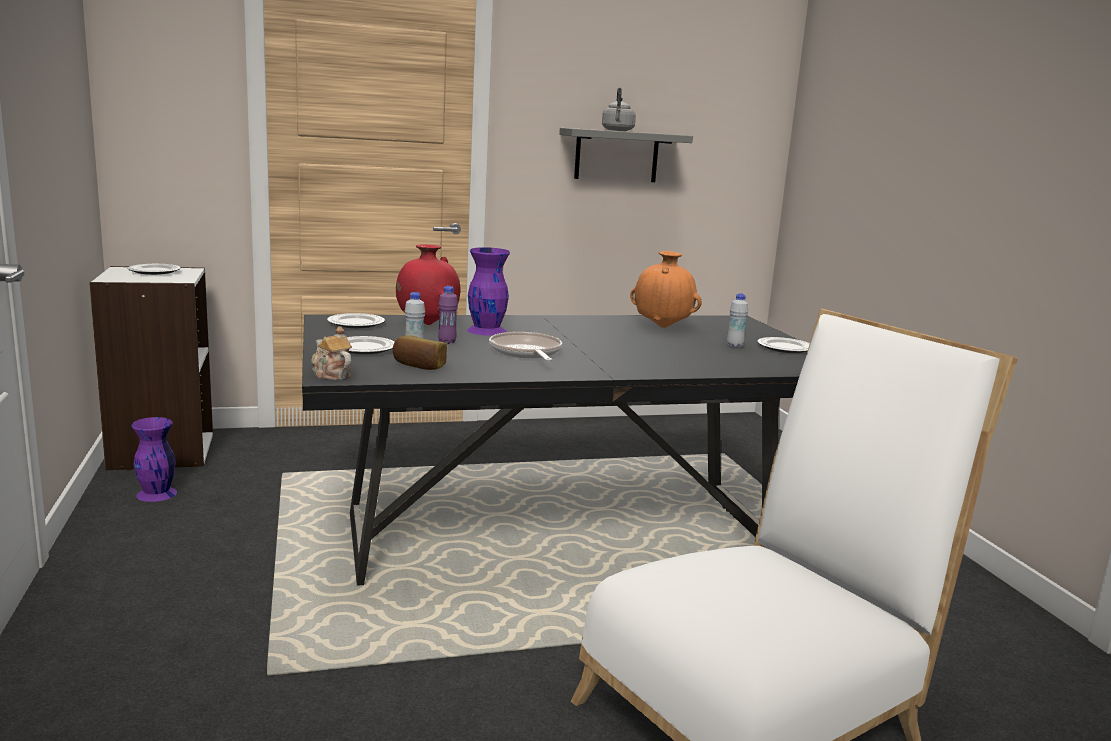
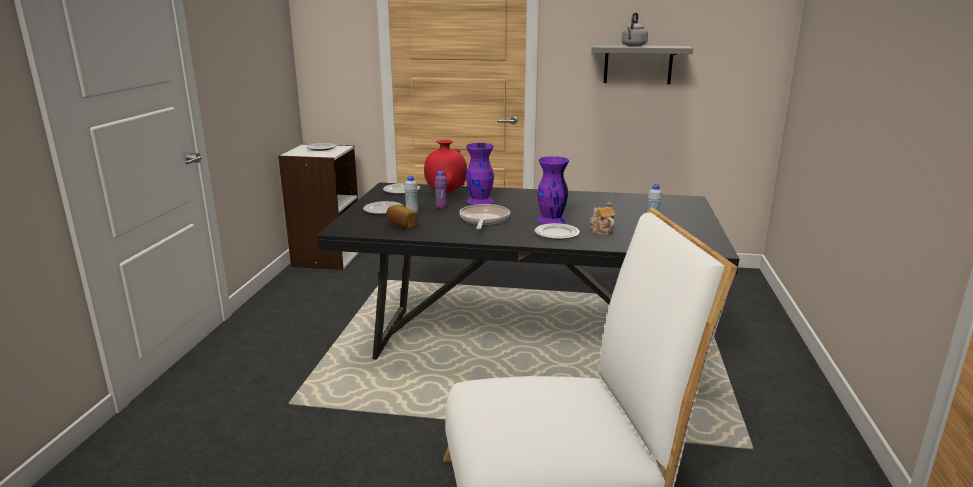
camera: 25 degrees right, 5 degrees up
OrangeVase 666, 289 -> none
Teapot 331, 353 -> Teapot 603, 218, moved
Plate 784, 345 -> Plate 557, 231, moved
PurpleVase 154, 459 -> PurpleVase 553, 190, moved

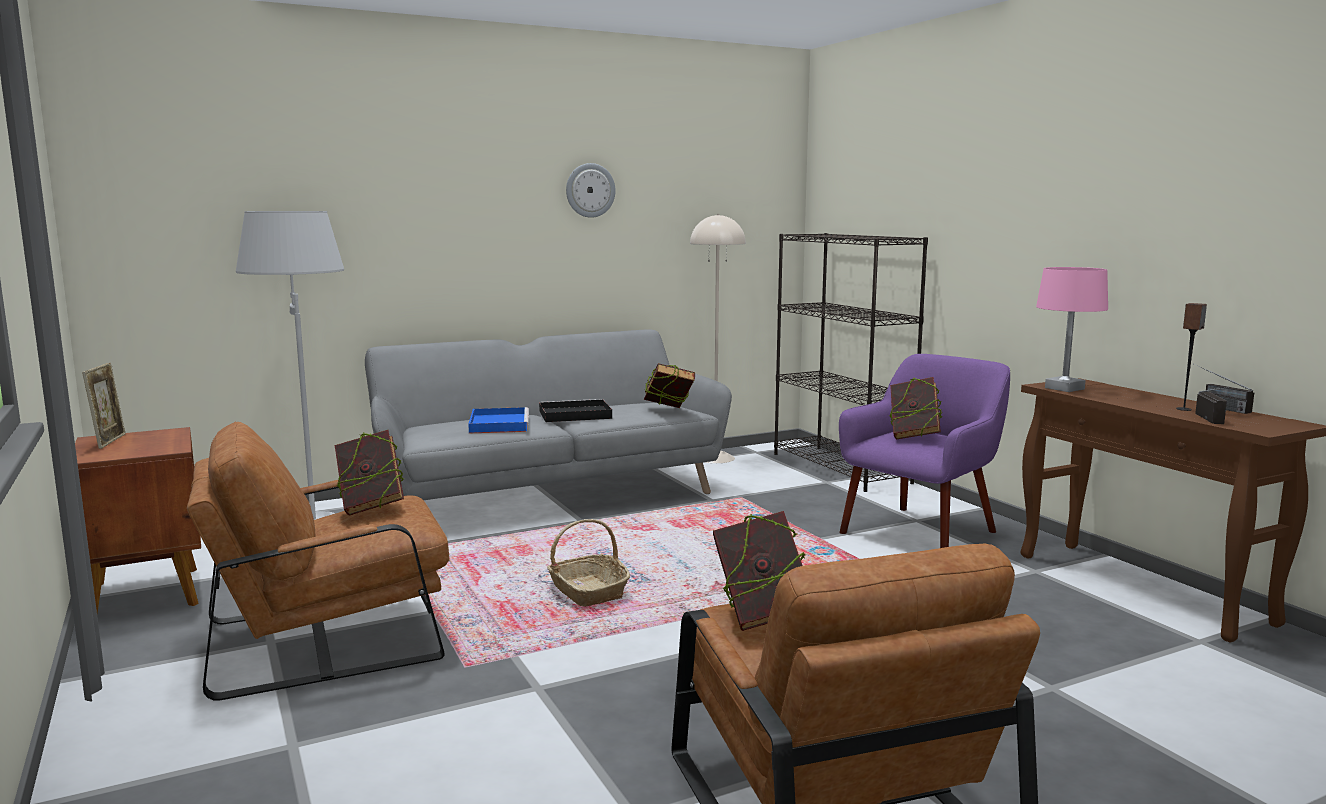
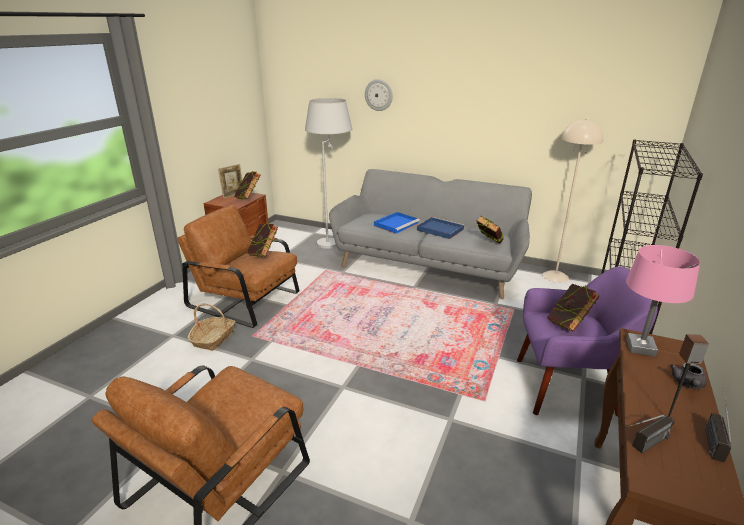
camera: 50 degrees right, 15 degrees up
WallClock 590, 190 -> WallClock 379, 95, moved
BlackTray 575, 410 -> BlueTray 441, 228
Book 760, 571 -> Book 247, 185, moved
Basket 588, 563 -> Basket 212, 327, moved
none -> GreyTeapot 688, 376

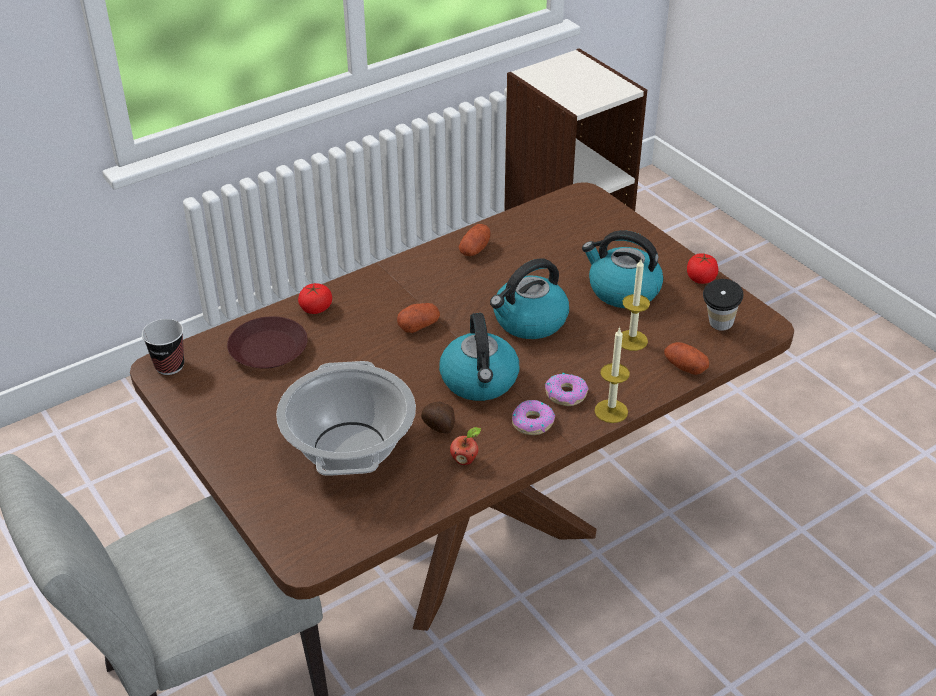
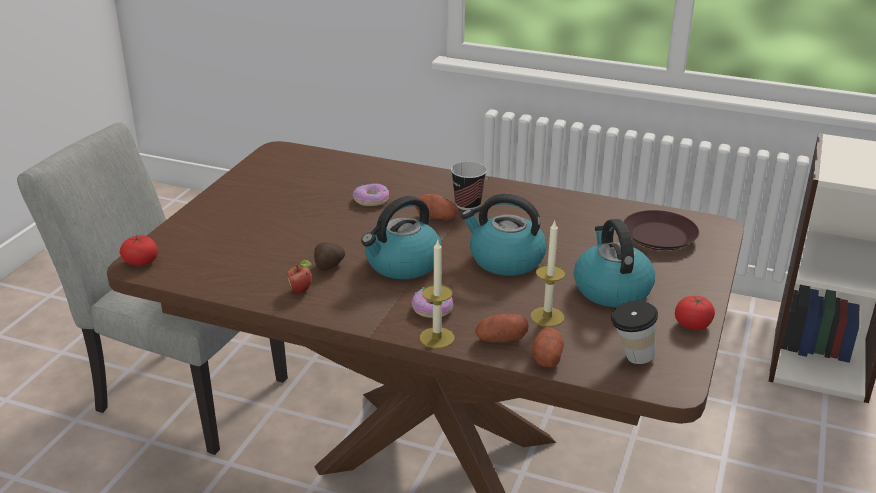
camera: 55 degrees right, 10 degrees down
Potato 474, 240 -> Potato 502, 328, moved
Tomato 315, 298 -> Tomato 139, 250, moved
BrownPlate 267, 342 -> BrownPlate 661, 230, moved
Cup 163, 347 -> Cup 469, 186, moved
CookingPot 346, 418 -> none
Donut 533, 417 -> Donut 371, 194, moved

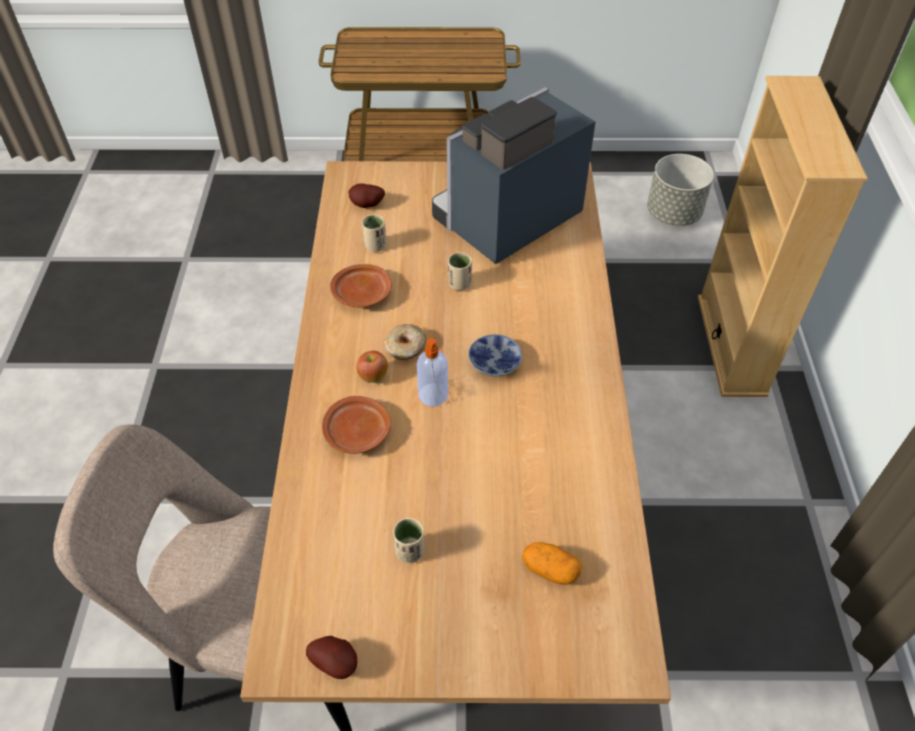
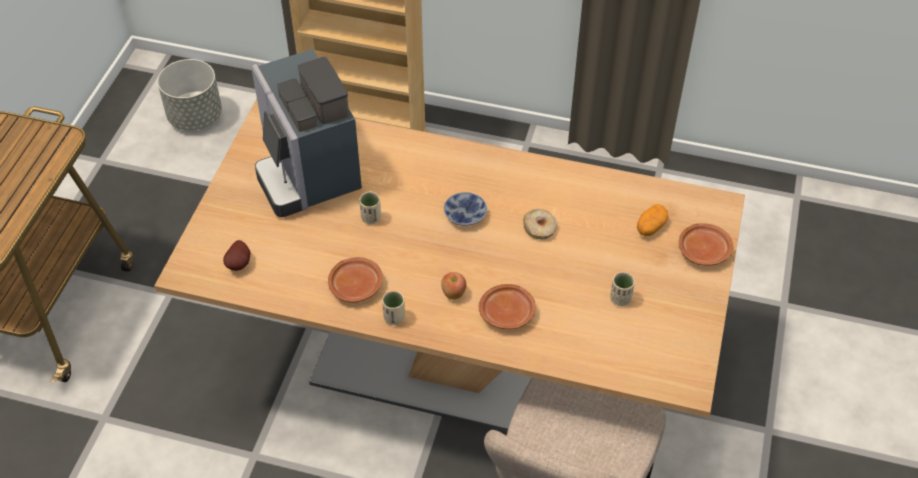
camera: 75 degrees left, 0 degrees up
BeigeCup 374, 233 -> BeigeCup 393, 308, moved
Donut 405, 342 -> Donut 540, 224, moved
SoapDispenser 432, 372 -> none
Potato 331, 657 -> none
none -> BrownPlate 706, 244

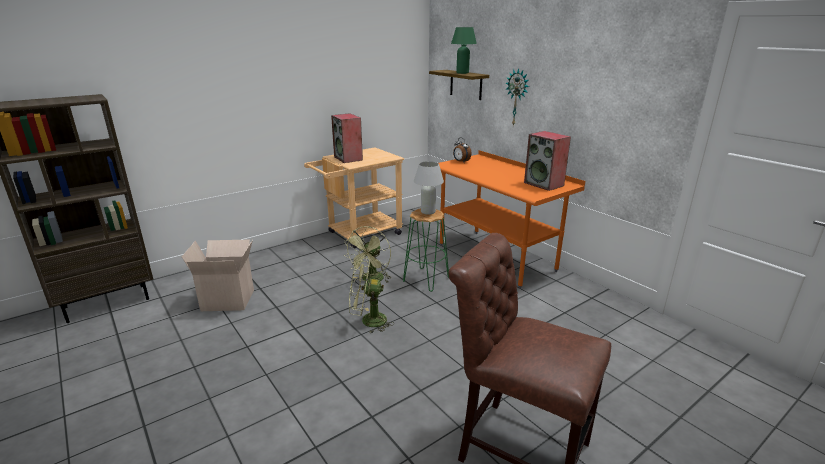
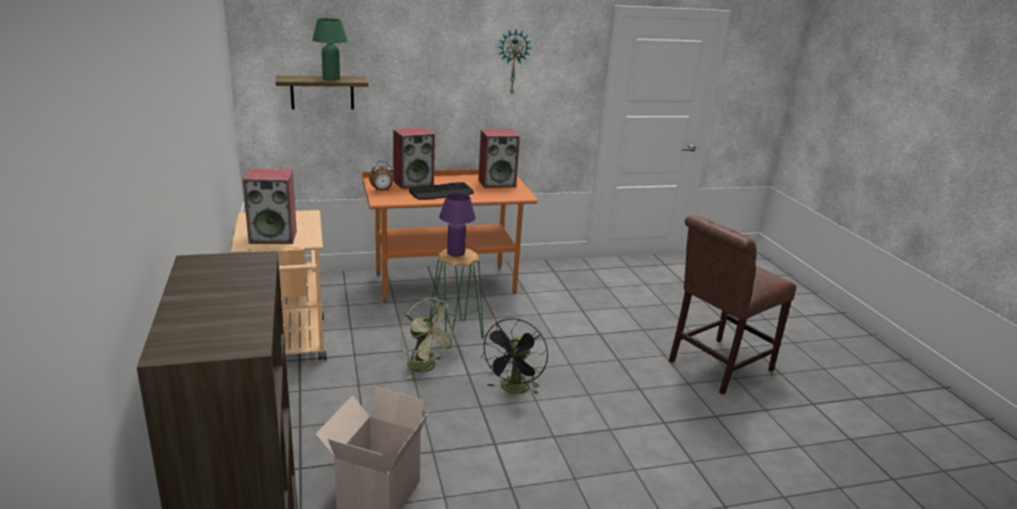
camera: 70 degrees left, 0 degrees up
WallClock 517, 97 -> WallClock 514, 61, moved
WhiteTableLamp 429, 188 -> PurpleTableLamp 457, 225
GreenFan 371, 296 -> BlackFan 514, 356
none -> Speaker 414, 158
none -> Keyboard 441, 191

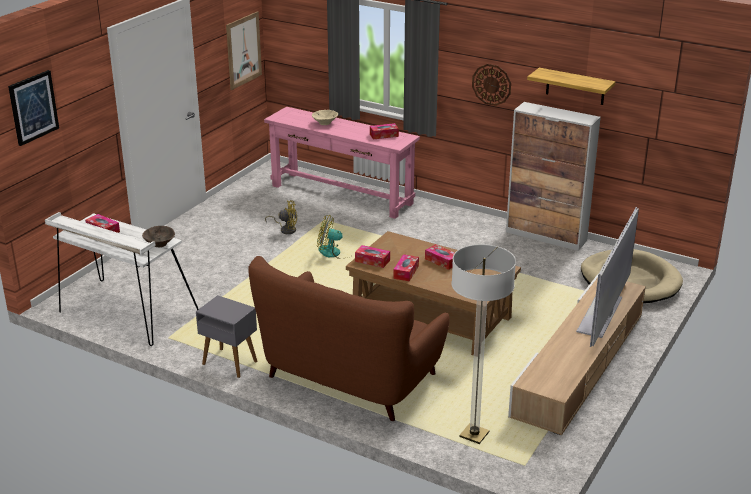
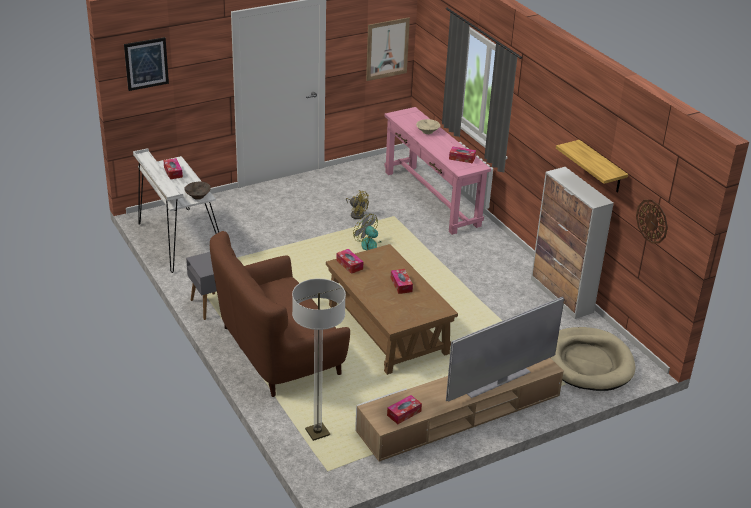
camera: 30 degrees right, 5 degrees up
WallClock 491, 85 -> WallClock 652, 222, moved
TissueBox 406, 267 -> TissueBox 404, 409, moved

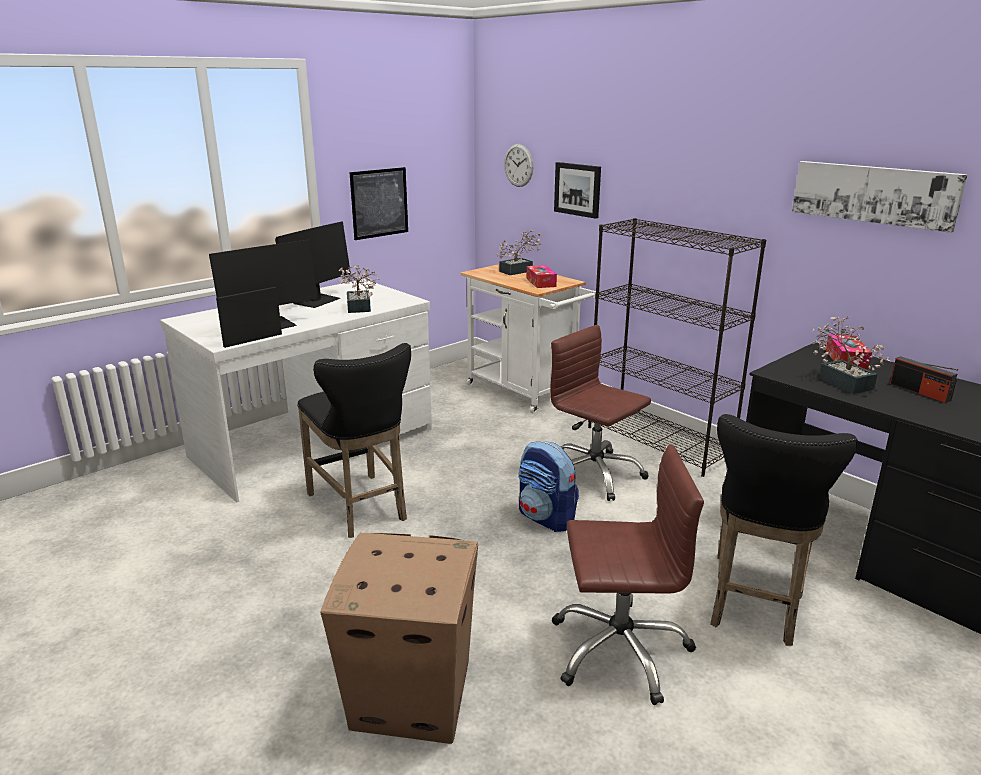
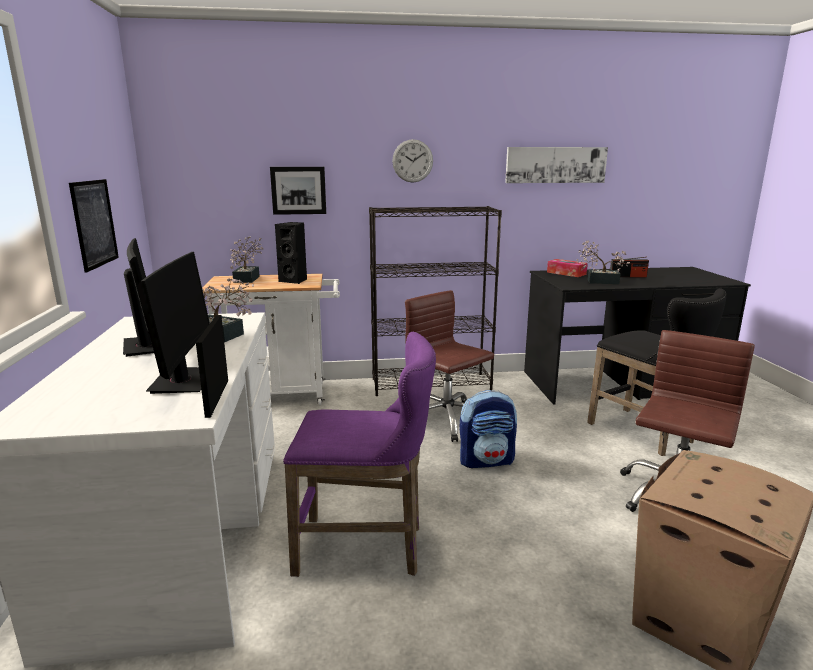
camera: 55 degrees left, 5 degrees down
WallClock 518, 165 -> WallClock 412, 160, moved
TissueBox 542, 276 -> BlackSpeaker 291, 253
BrownOfficeChair 600, 413 -> BrownOfficeChair 449, 366, 60 degrees clockwise
BlackStool 354, 440 -> PurpleStool 359, 454

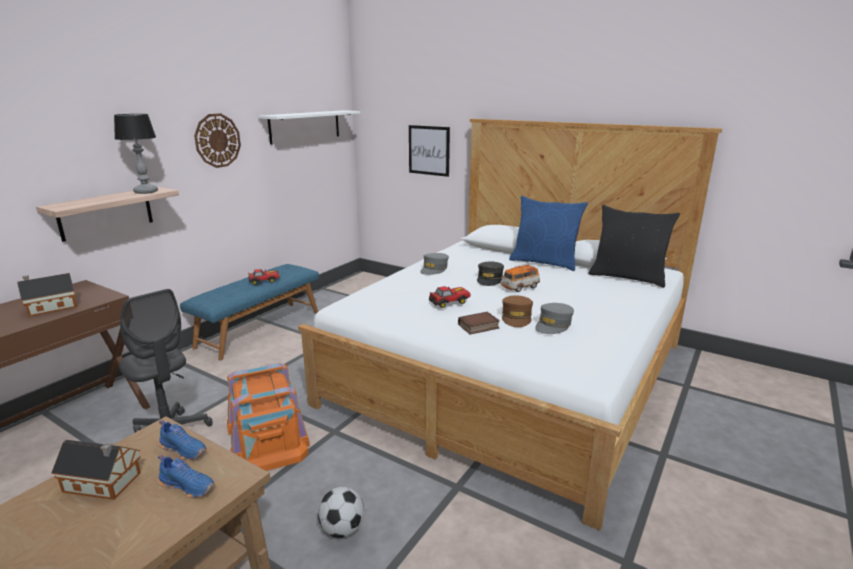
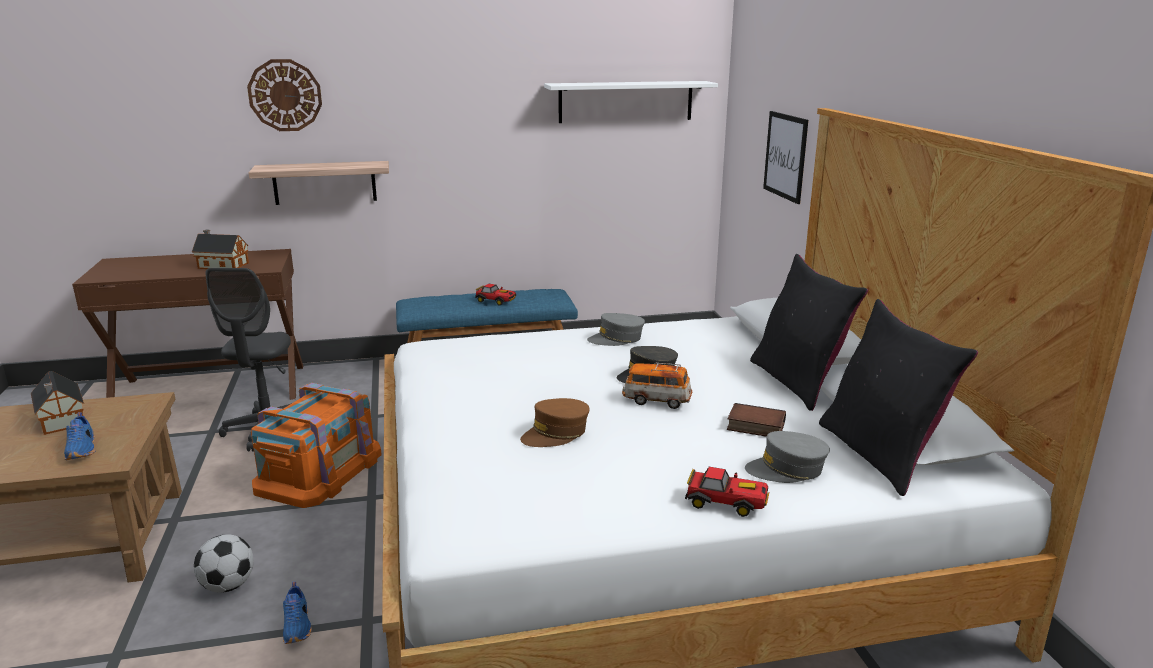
camera: 45 degrees right, 0 degrees up
WallClock 217, 140 -> WallClock 284, 95, moved
TableLamp 136, 154 -> none
BluePillow 548, 233 -> BlackPillow 809, 332
ToyCar 450, 297 -> ToyCar 727, 492, moved
GreyCap 554, 318 -> GreyCap 787, 457, moved
Book 479, 323 -> Book 756, 420, moved
BlueShoe 183, 440 -> BlueShoe 297, 612, moved

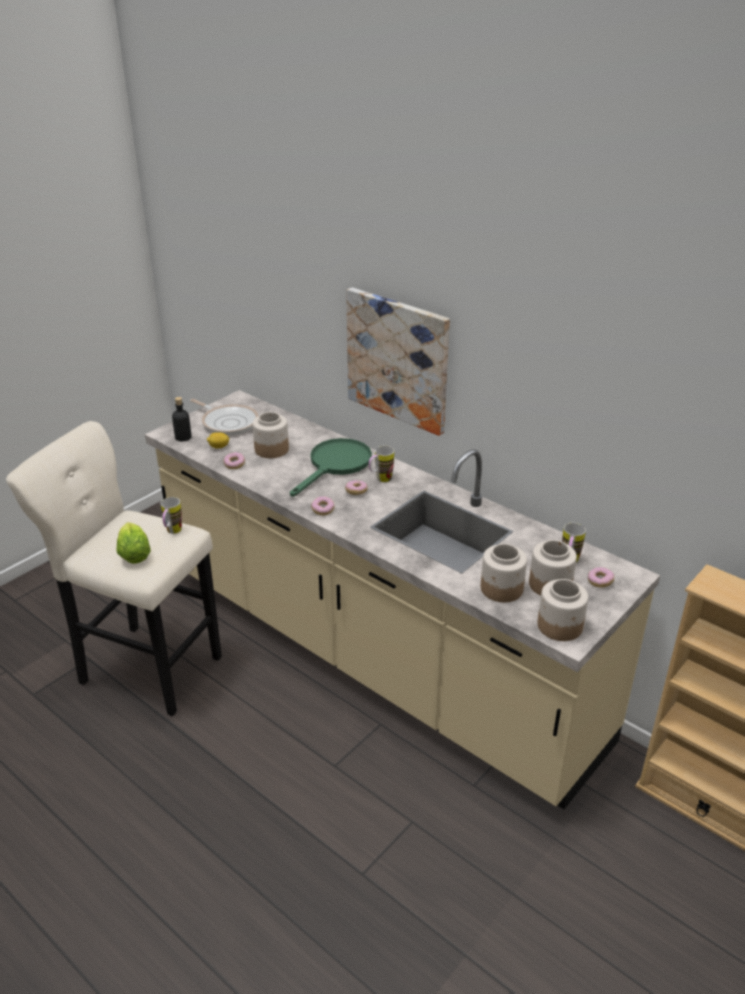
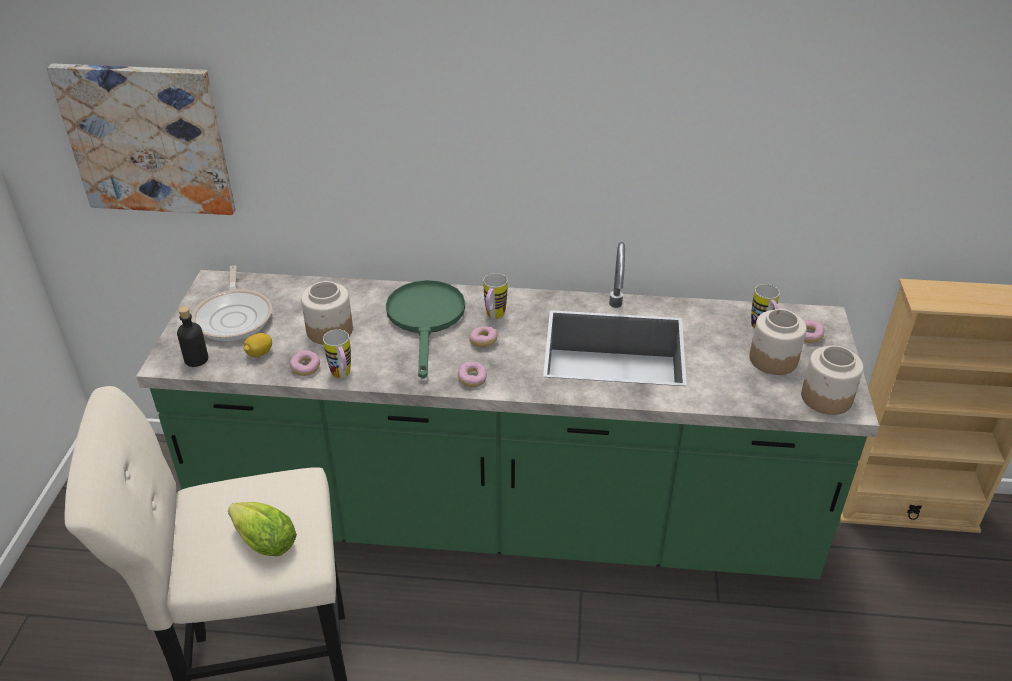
camera: 35 degrees left, 5 degrees up
Picture 398, 362 -> Picture 141, 139, moved
BeigeCounter 402, 599 -> GreenCounter 507, 410
FryingPan 224, 417 -> FryingPan 232, 303, 75 degrees clockwise
Mug 171, 515 -> Mug 337, 353, moved
Jar 504, 573 -> none

